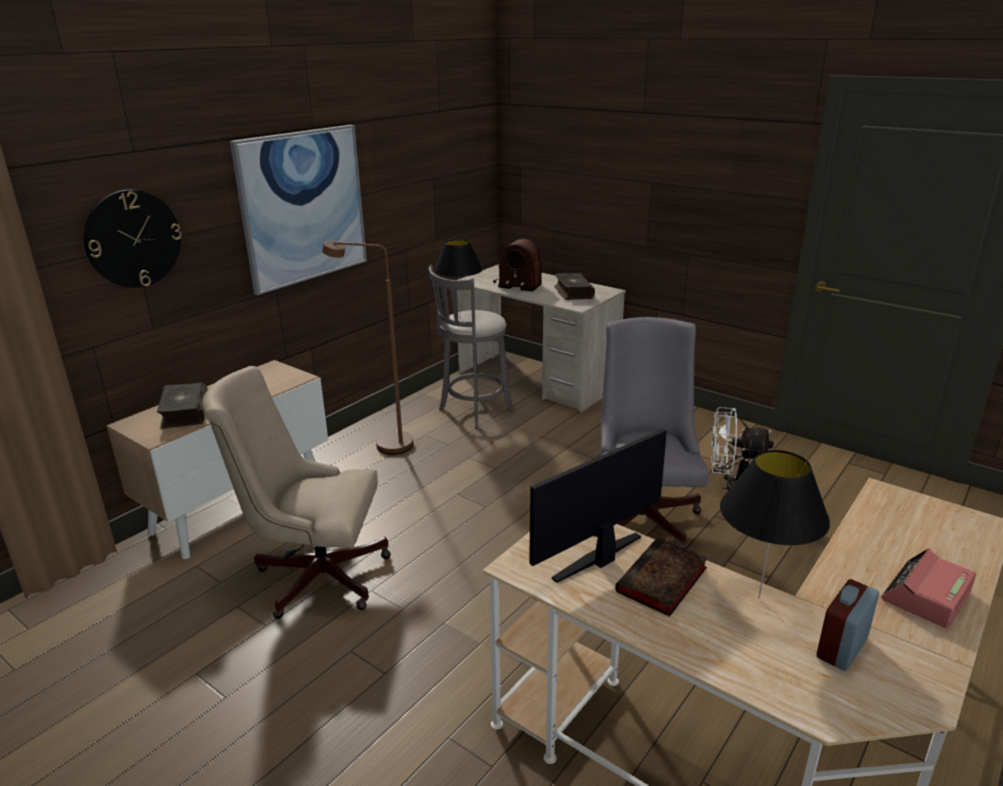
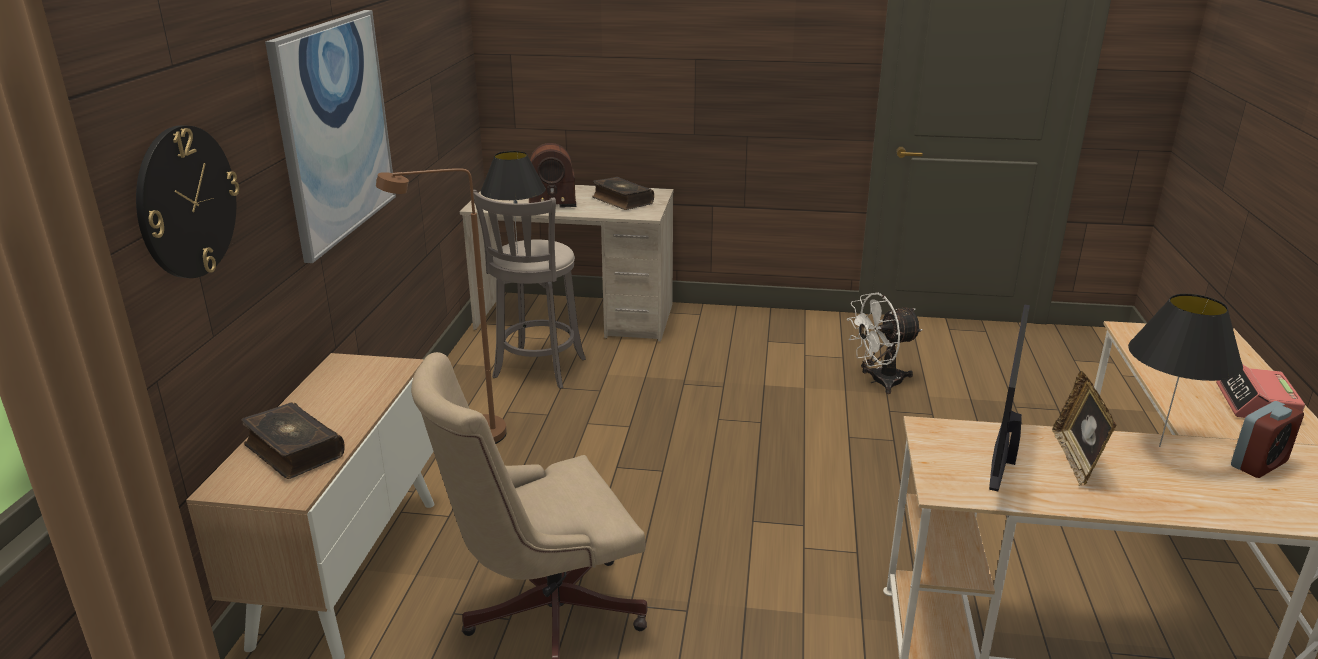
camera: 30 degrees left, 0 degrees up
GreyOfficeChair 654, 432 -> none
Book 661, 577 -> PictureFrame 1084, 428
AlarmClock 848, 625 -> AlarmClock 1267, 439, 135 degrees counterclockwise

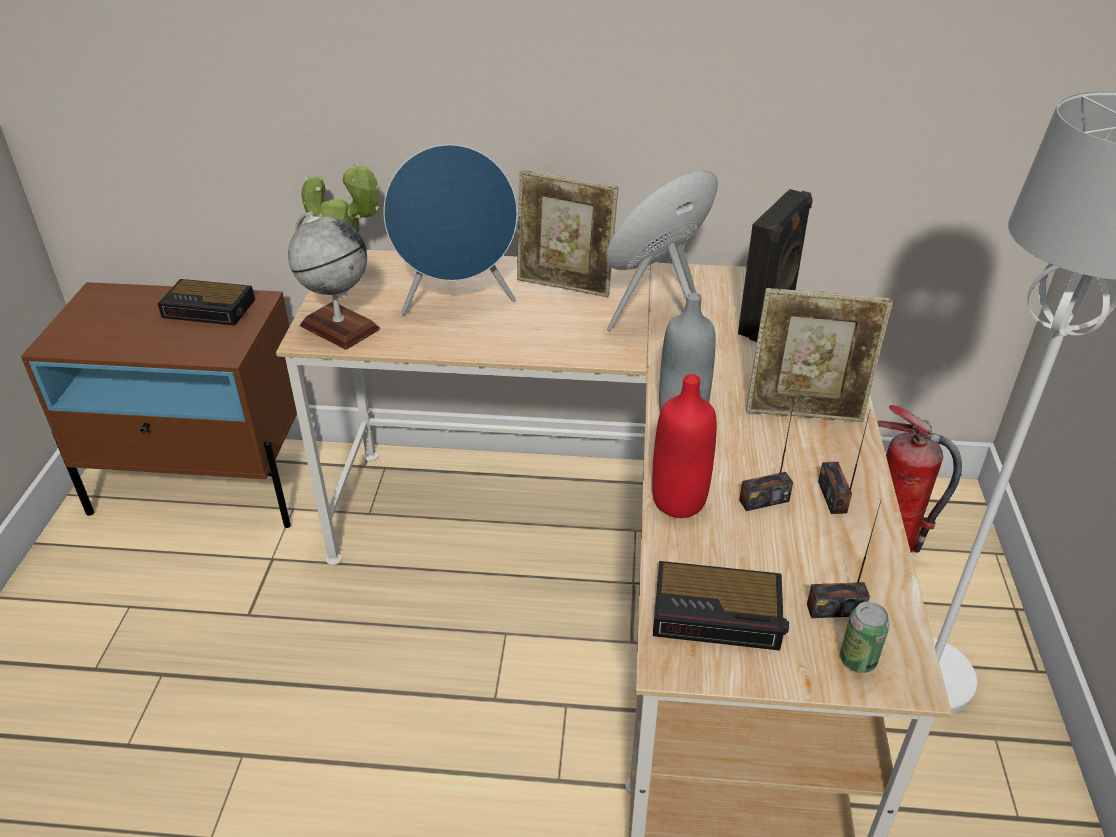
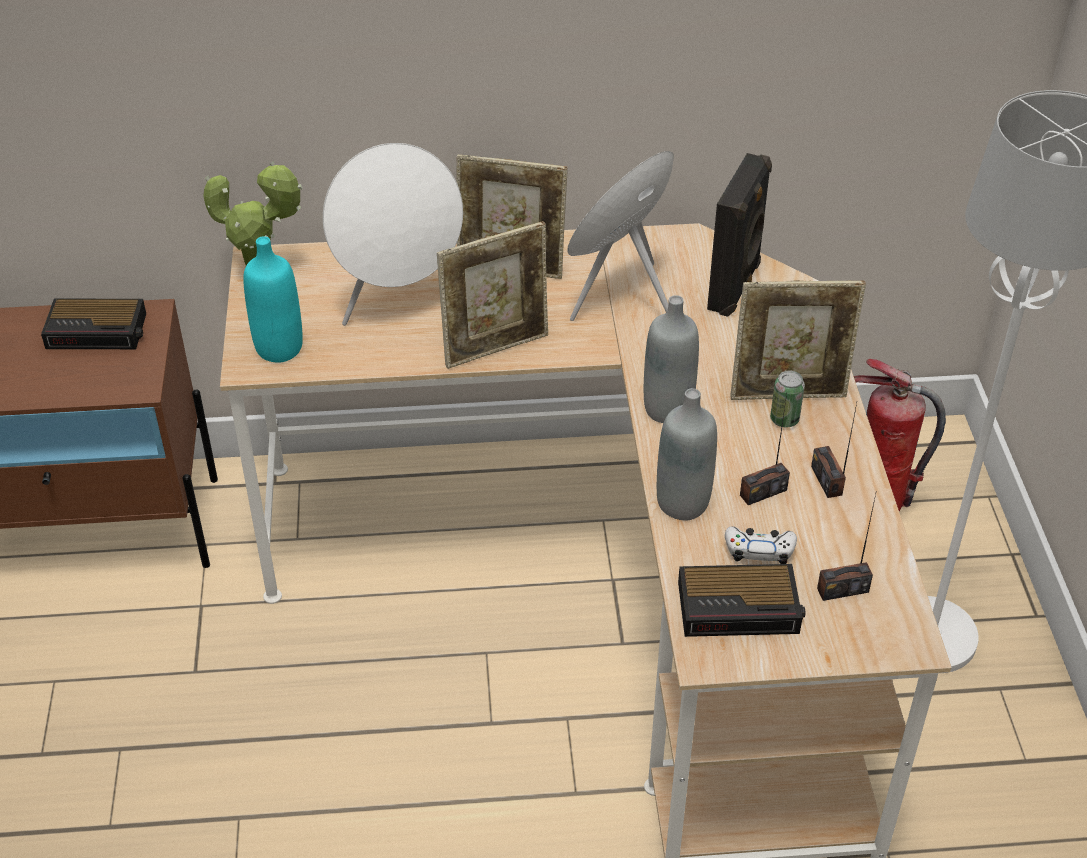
camera: 10 degrees left, 5 degrees up
BlueSpeaker 450, 229 -> WhiteSpeaker 393, 234
Globe 334, 280 -> TurquoiseBottle 273, 299
RedBottle 684, 446 -> GreyBottle 687, 454
Can 865, 637 -> Can 787, 399, moved
none -> PictureFrame 492, 295
none -> WhiteGameController 761, 545

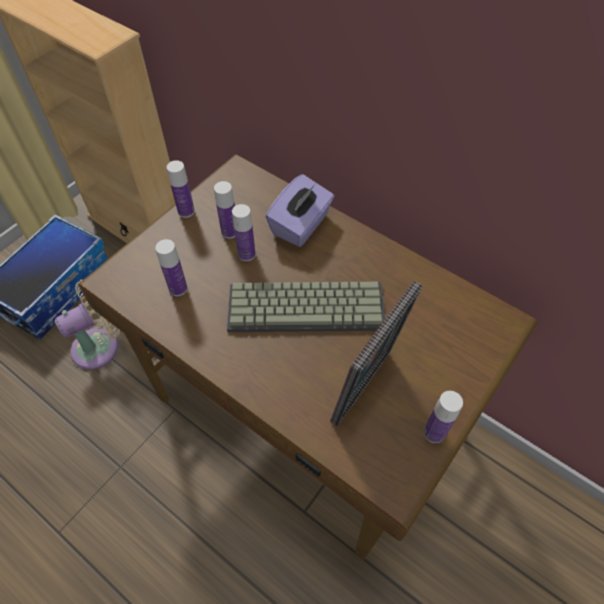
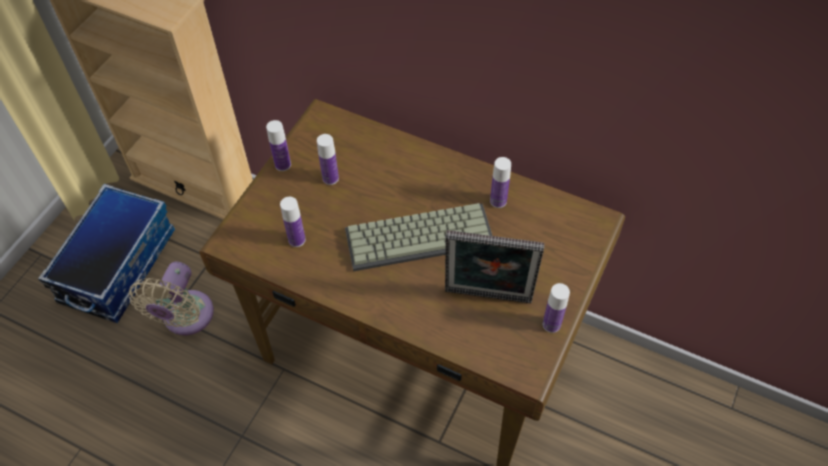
camera: 10 degrees left, 0 degrees up
PurpleTissueBox 300, 210 -> none
Bottle 244, 232 -> Bottle 500, 182, moved
BeigeFan 87, 324 -> BeigeFan 171, 298, 150 degrees clockwise
PictureFrame 376, 353 -> PictureFrame 494, 266, 75 degrees clockwise

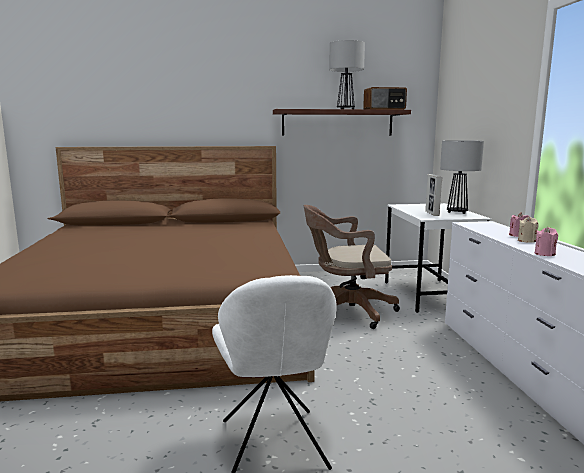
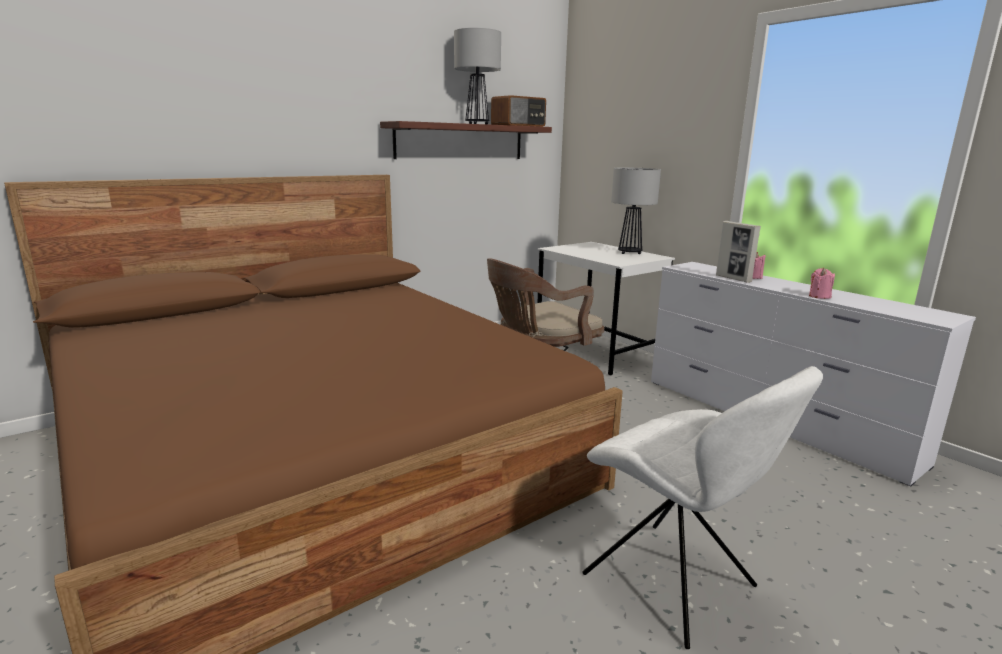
camera: 30 degrees left, 5 degrees up
PictureFrame 433, 195 -> PictureFrame 738, 252, moved
BeigeCandle 528, 229 -> none

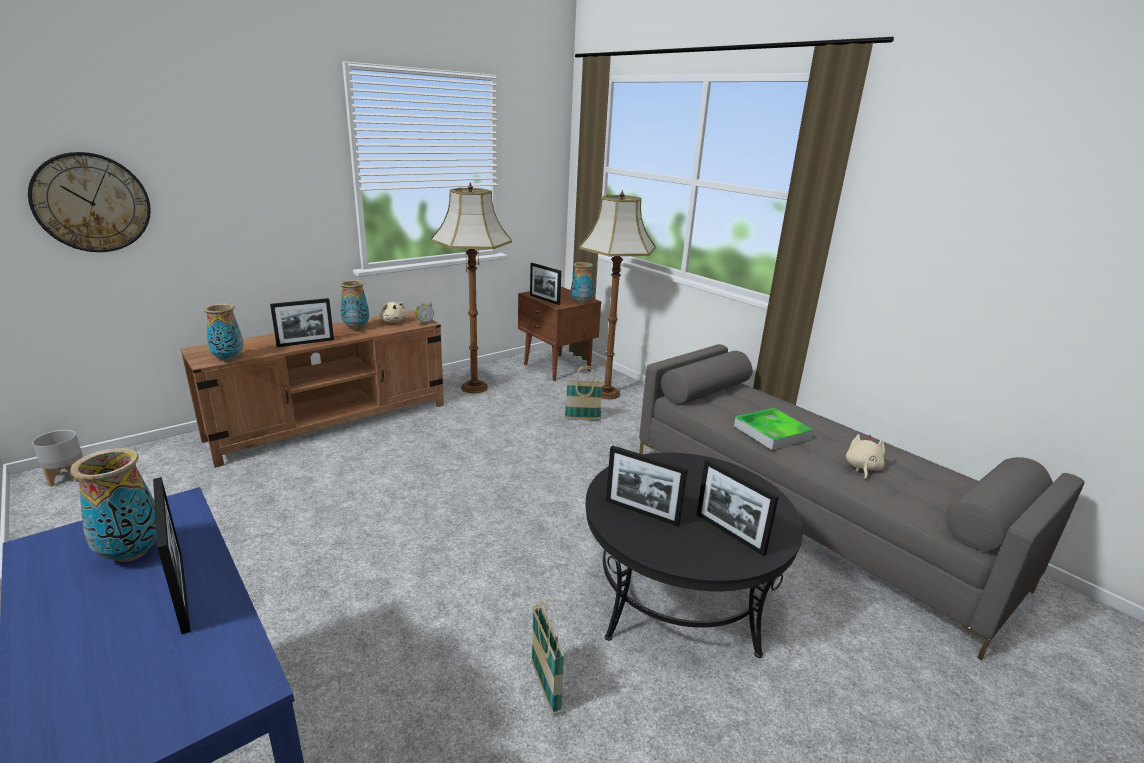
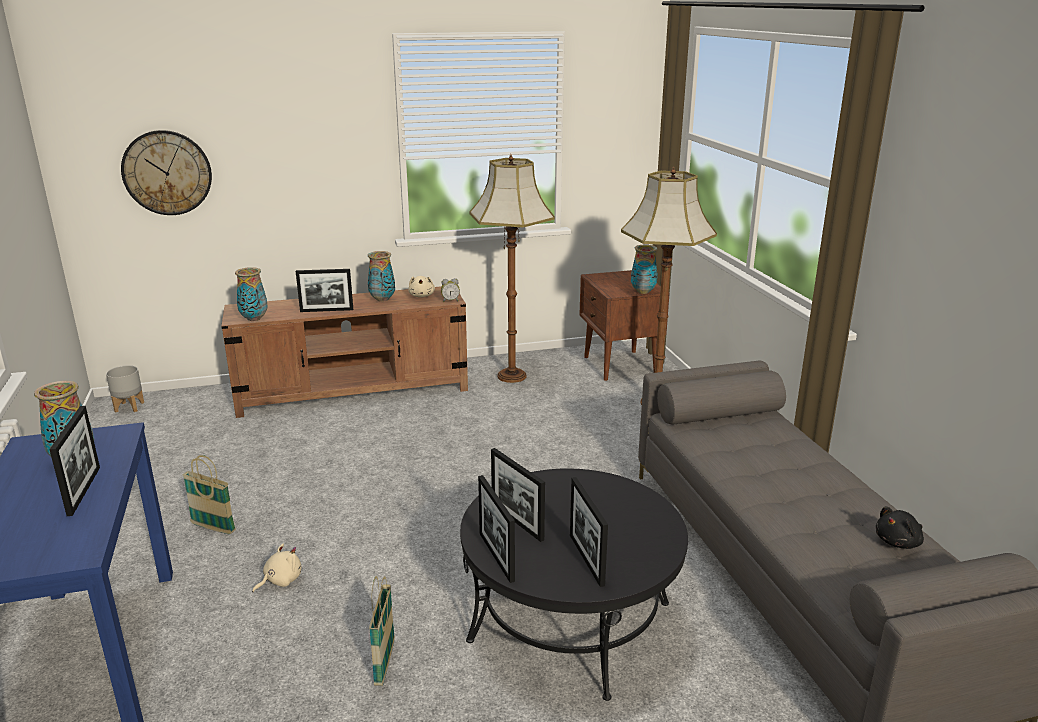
camera: 25 degrees right, 0 degrees up
PictureFrame 545, 284 -> PictureFrame 496, 529, moved
Basket 584, 392 -> Basket 209, 494, moved
Tray 773, 429 -> none
BeigePlushToy 865, 457 -> BeigePlushToy 276, 568, moved
none -> BlackPlushToy 900, 528

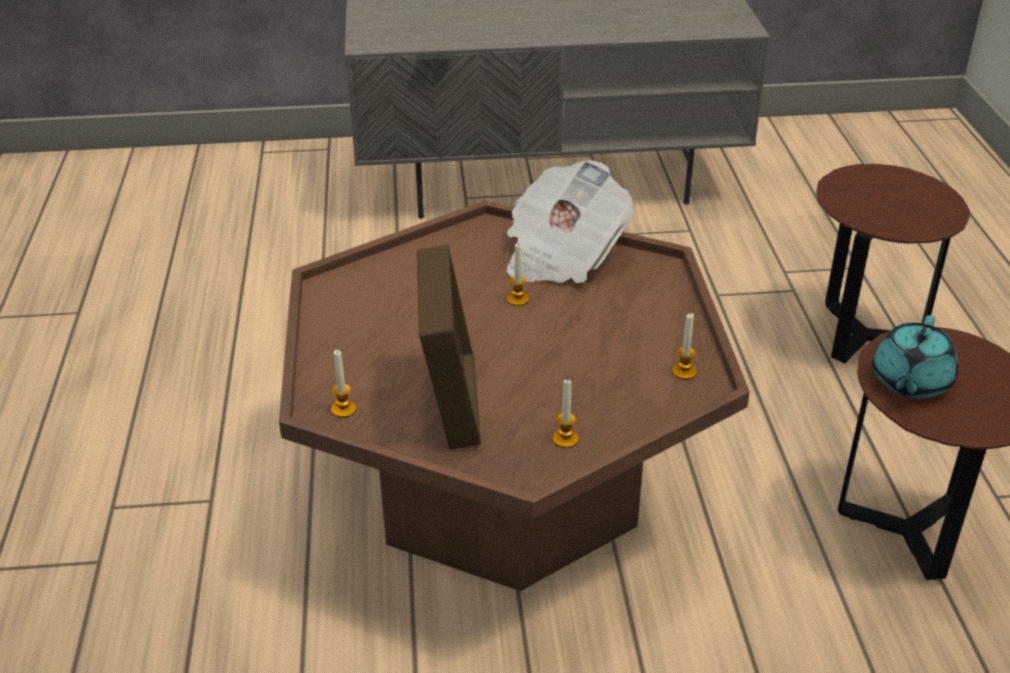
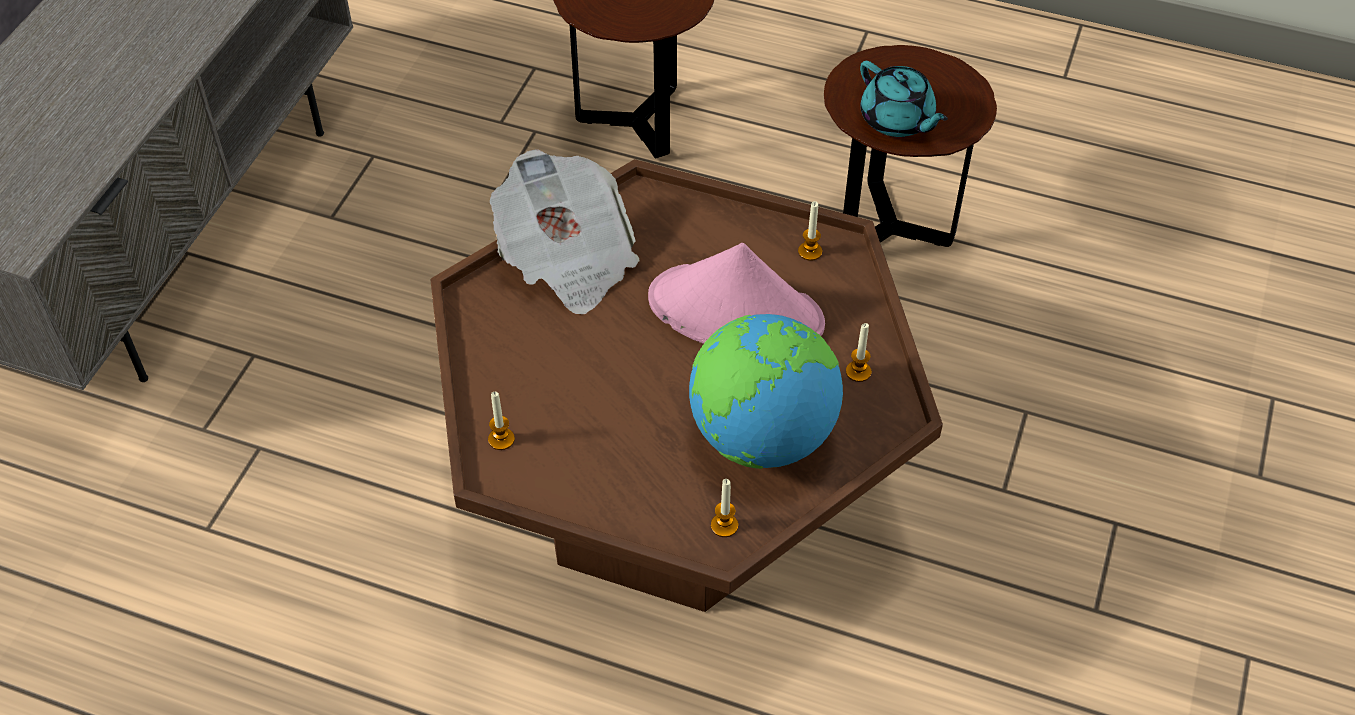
camera: 65 degrees left, 15 degrees up
PictureFrame 449, 346 -> Globe 766, 391
Candle 518, 275 -> Candle 501, 421, moved
none -> PinkHat 736, 293

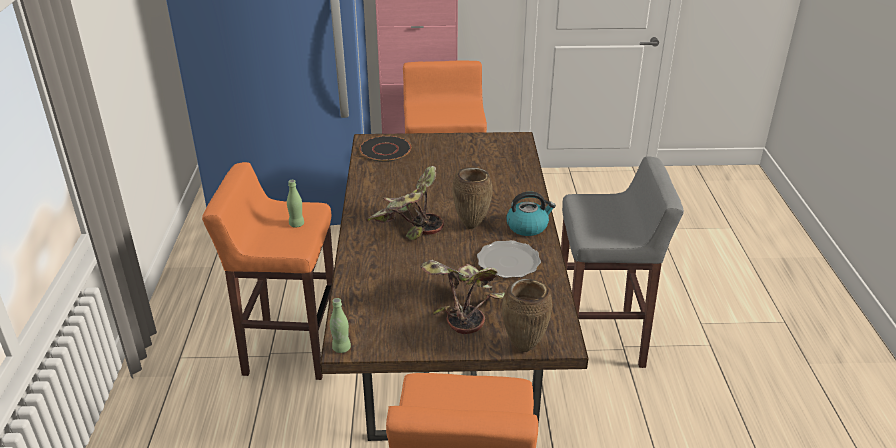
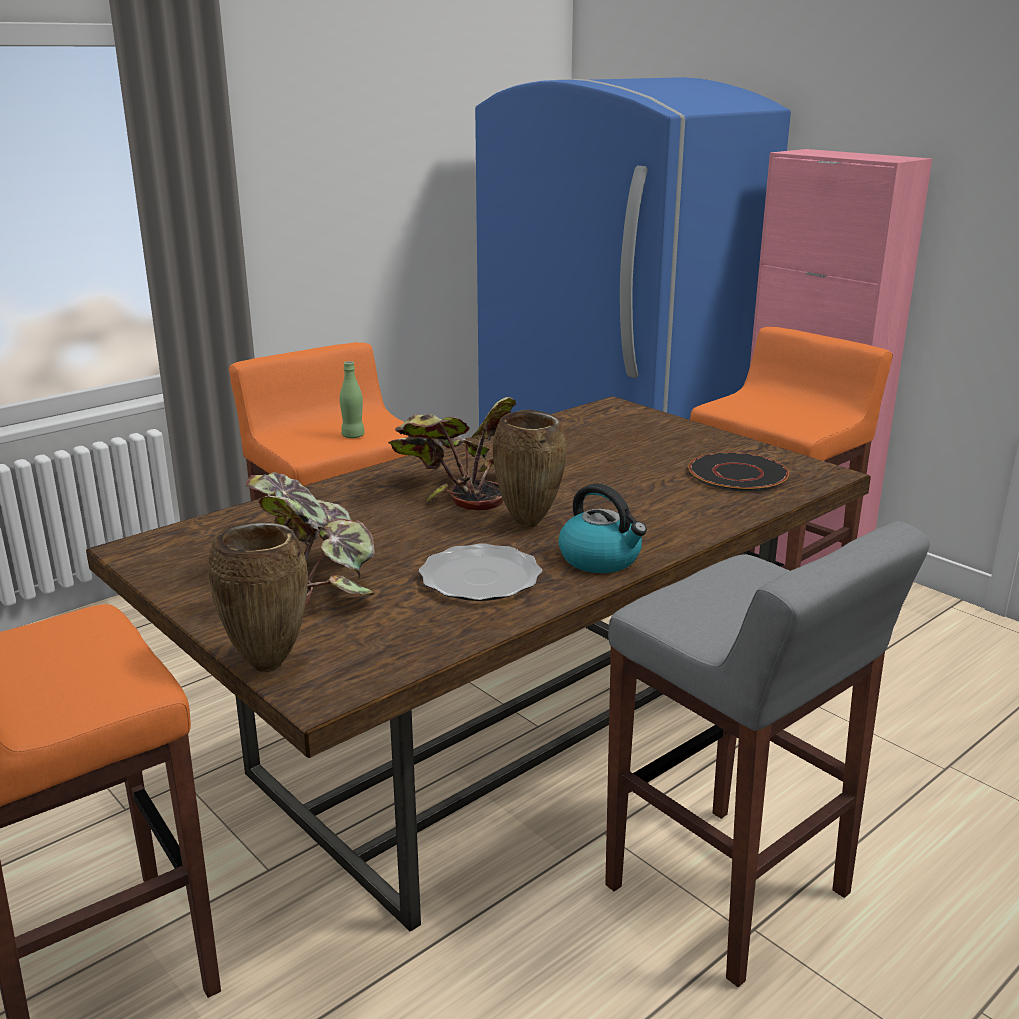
camera: 50 degrees right, 10 degrees down
BlackPlate 385, 149 -> BlackPlate 738, 471, moved
GreenBottle 340, 325 -> none

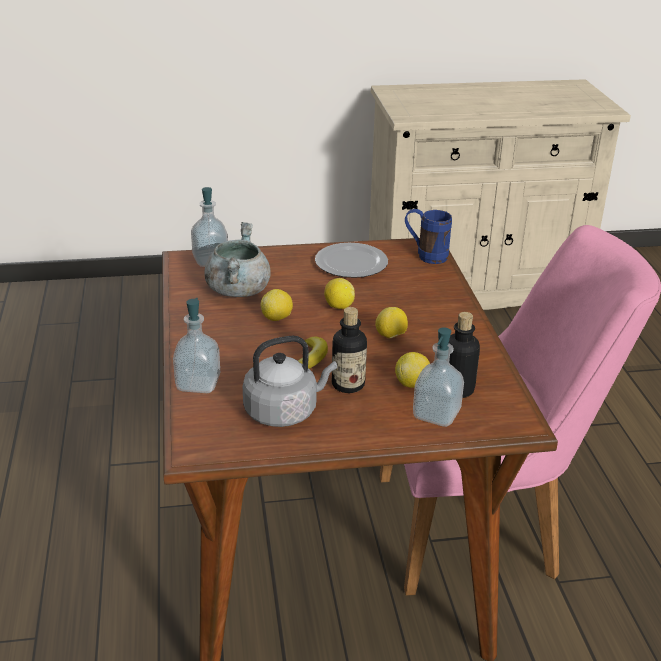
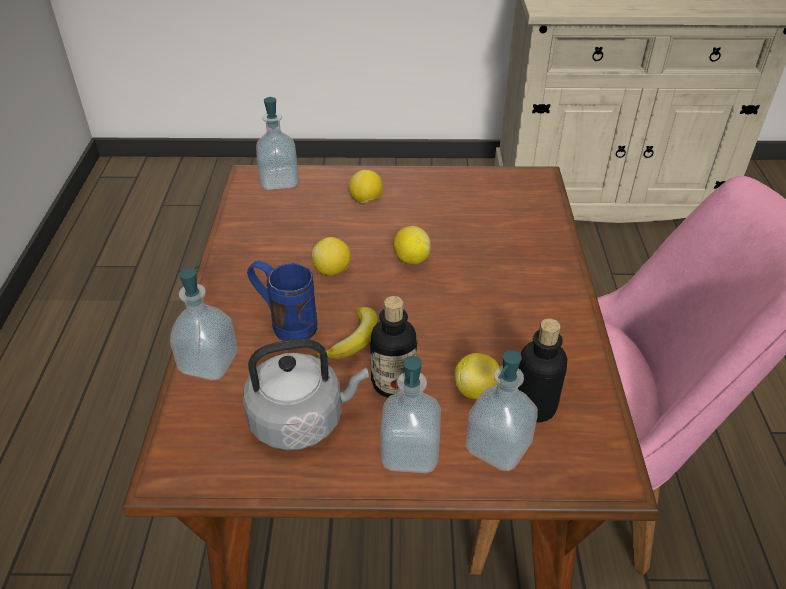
camera: 10 degrees right, 10 degrees up
BlueMug 428, 236 -> BlueMug 282, 301, moved
GreyCookingPot 237, 259 -> none
Plate 351, 260 -> none
Lemon 391, 322 -> Lemon 365, 186, moved
none -> SoapDispenser 410, 414

